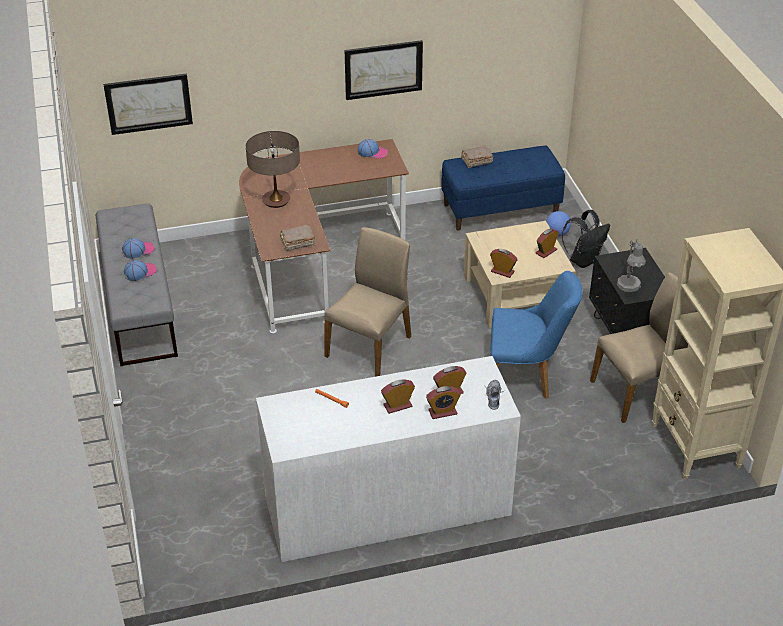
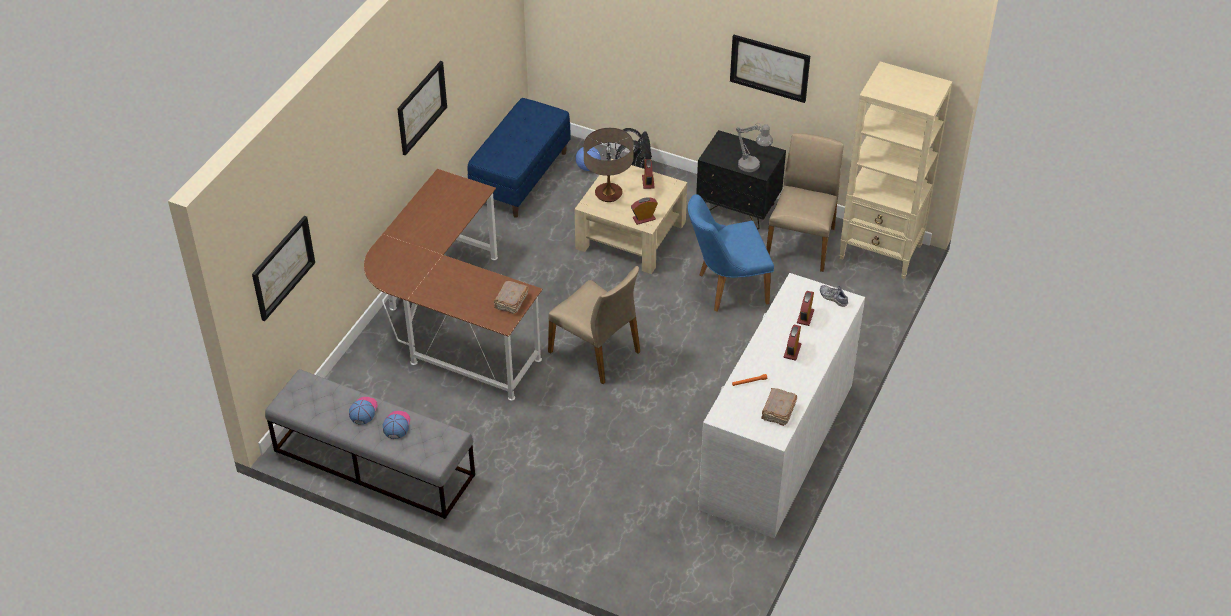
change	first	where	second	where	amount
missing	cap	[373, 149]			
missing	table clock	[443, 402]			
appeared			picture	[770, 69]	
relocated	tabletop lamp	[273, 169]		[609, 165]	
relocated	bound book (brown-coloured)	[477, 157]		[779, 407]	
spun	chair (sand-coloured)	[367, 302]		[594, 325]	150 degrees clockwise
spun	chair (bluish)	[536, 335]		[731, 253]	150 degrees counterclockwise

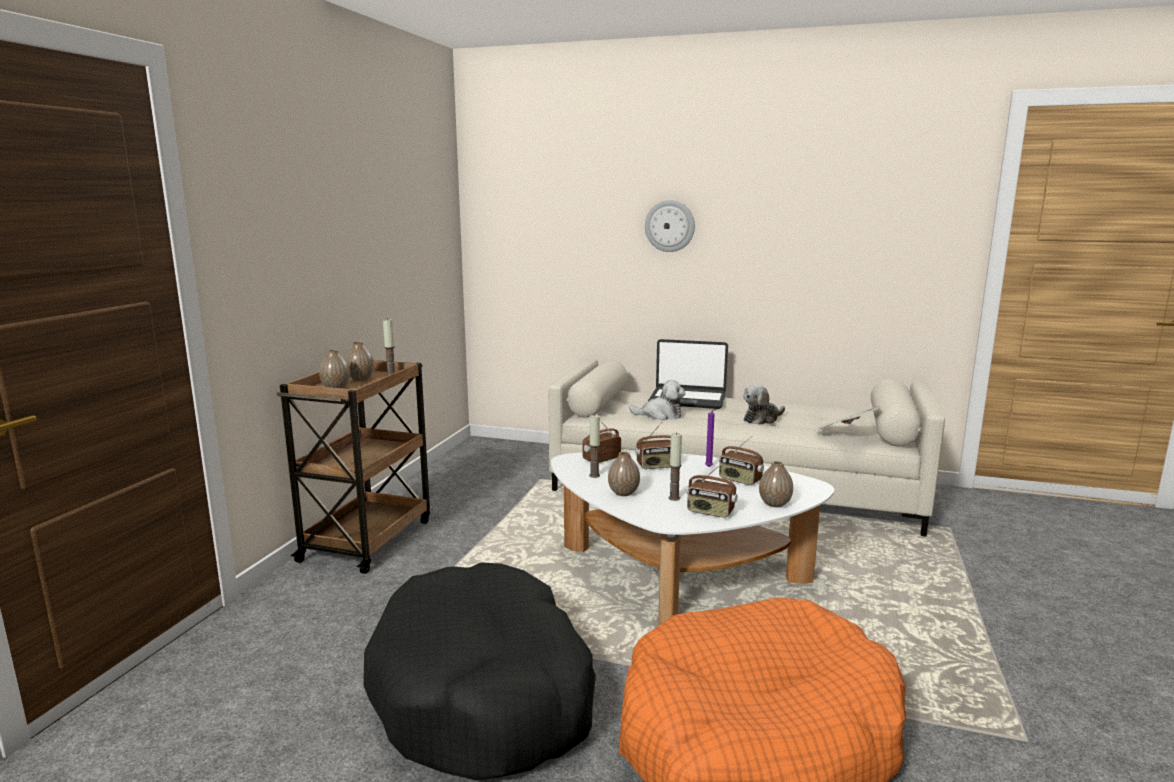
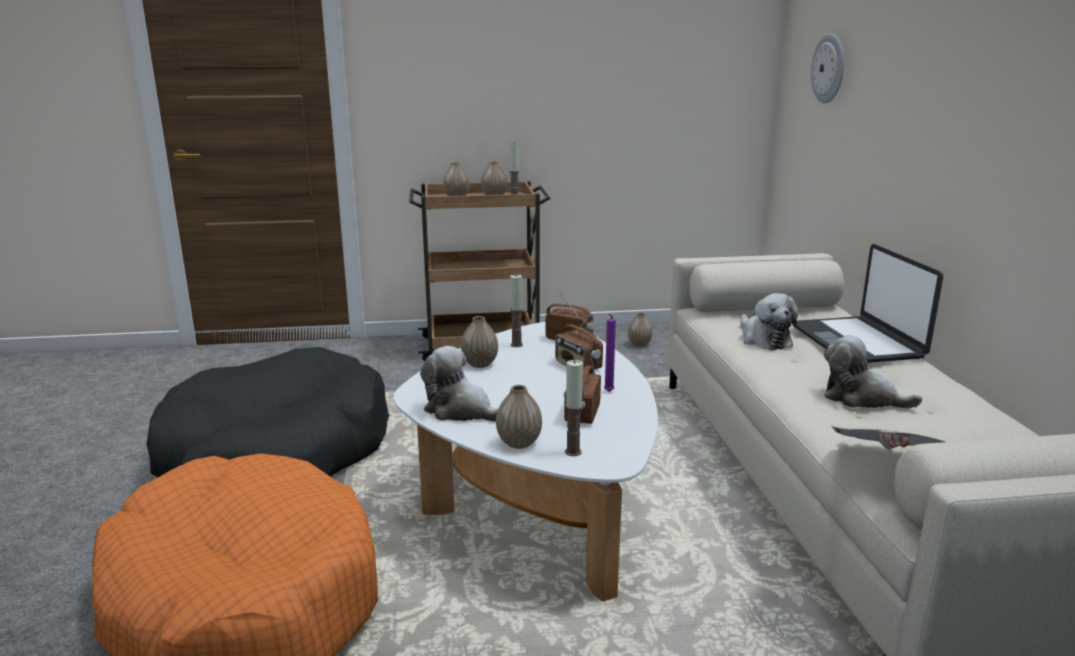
change	first	where	second	where	amount
appeared			flower vase	[640, 329]	
relocated	clock on the wall	[670, 226]		[827, 68]	
relocated	wax candle	[675, 466]		[574, 408]	
exchanged	radio receiver	[712, 490]	soft toy	[459, 384]	

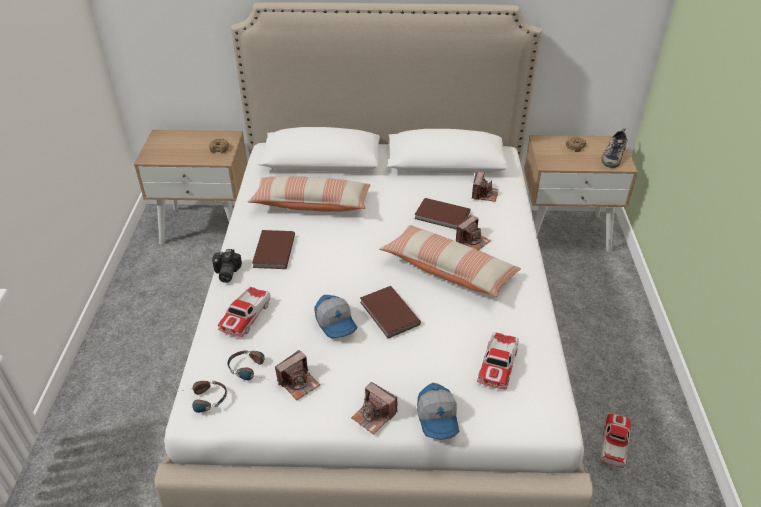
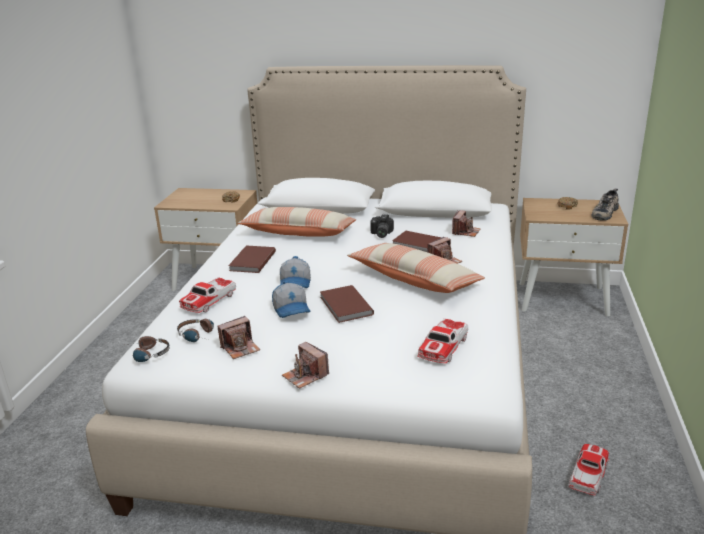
change	first	where	second	where	amount
relocated	photo camera	[227, 266]		[382, 226]	
relocated	cap	[438, 411]		[295, 272]	

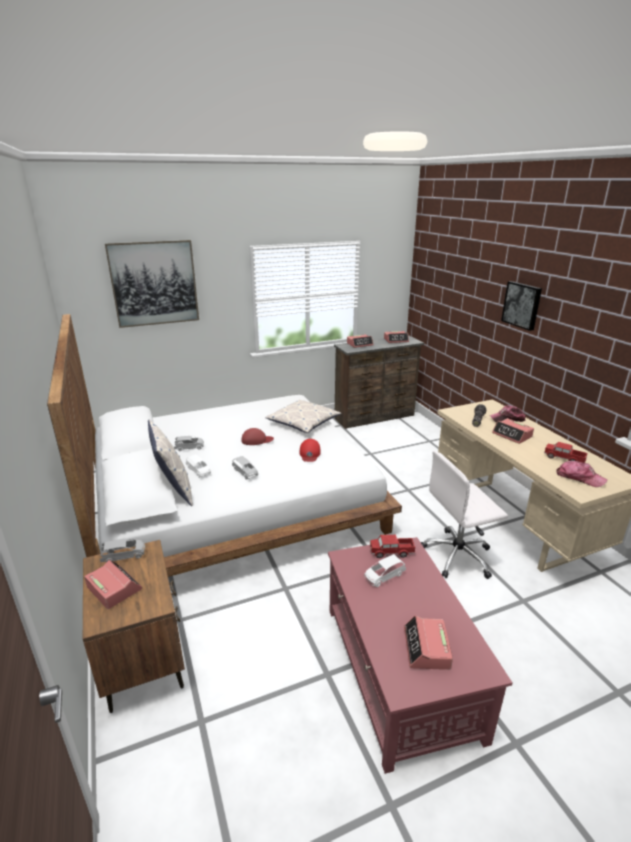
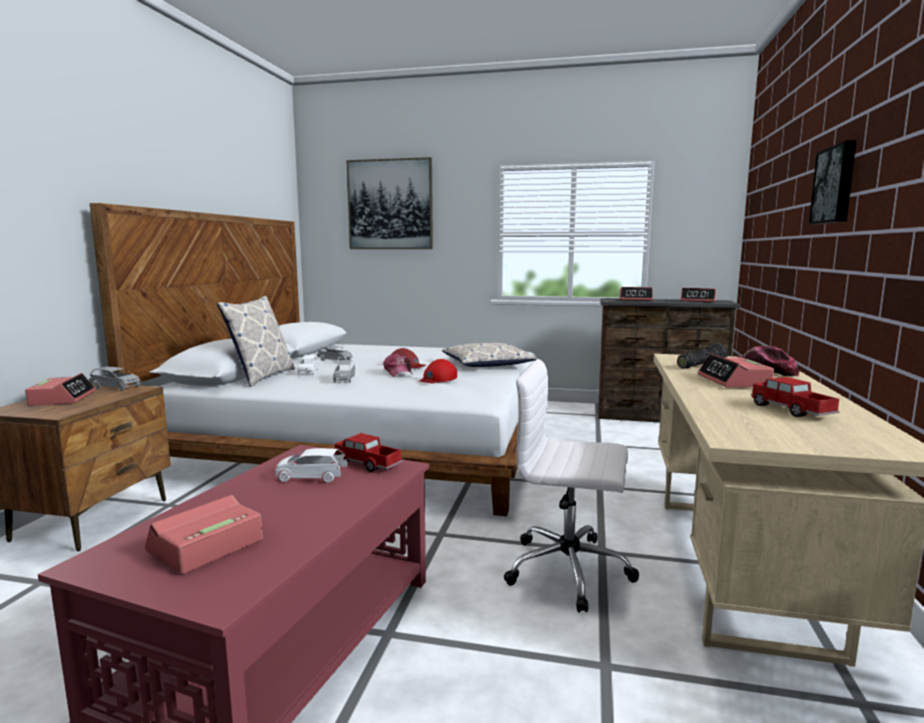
change	first	where	second	where	amount
relocated	cap	[581, 474]		[398, 365]	

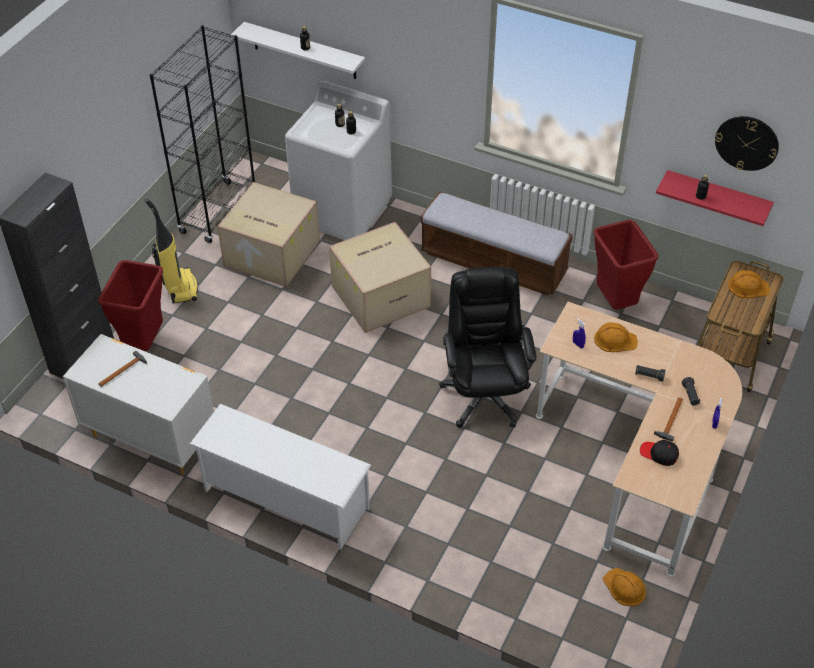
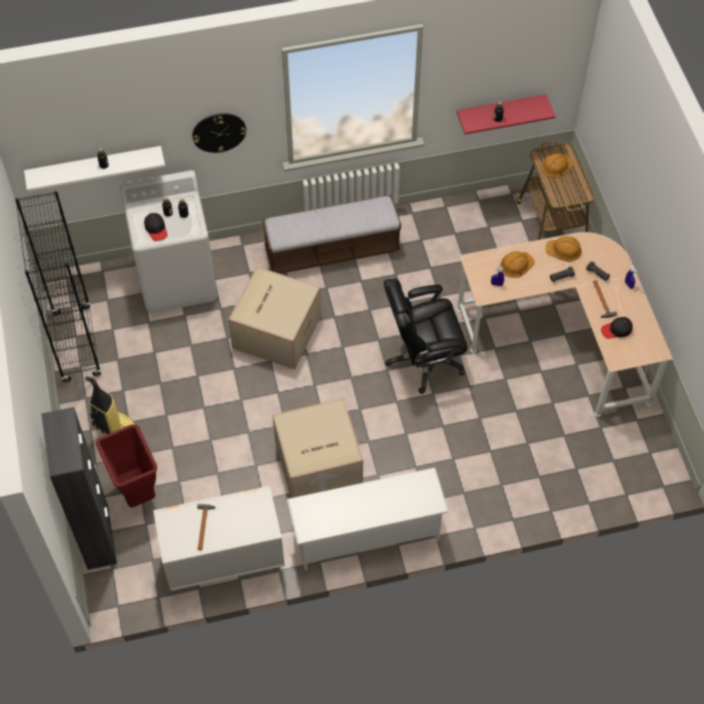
change	first	where	second	where	amount
missing	trash can (red)	[626, 265]			
appeared			cap (blackish)	[155, 227]	
relocated	carton	[268, 234]		[318, 448]	
relocated	hard hat (orange)	[624, 587]		[563, 249]	
relocated	clock on the wall	[747, 143]		[219, 133]	
spun	computer chair (blackish)	[488, 347]		[426, 336]	60 degrees counterclockwise

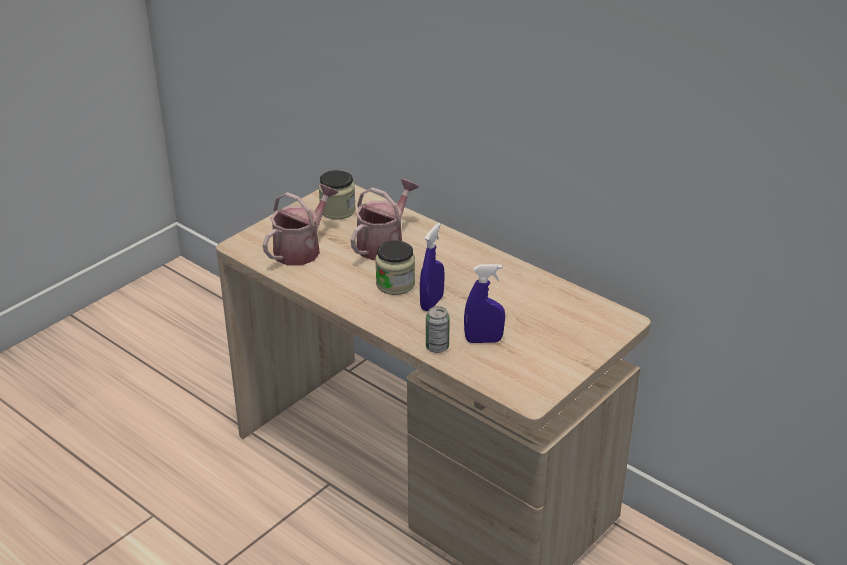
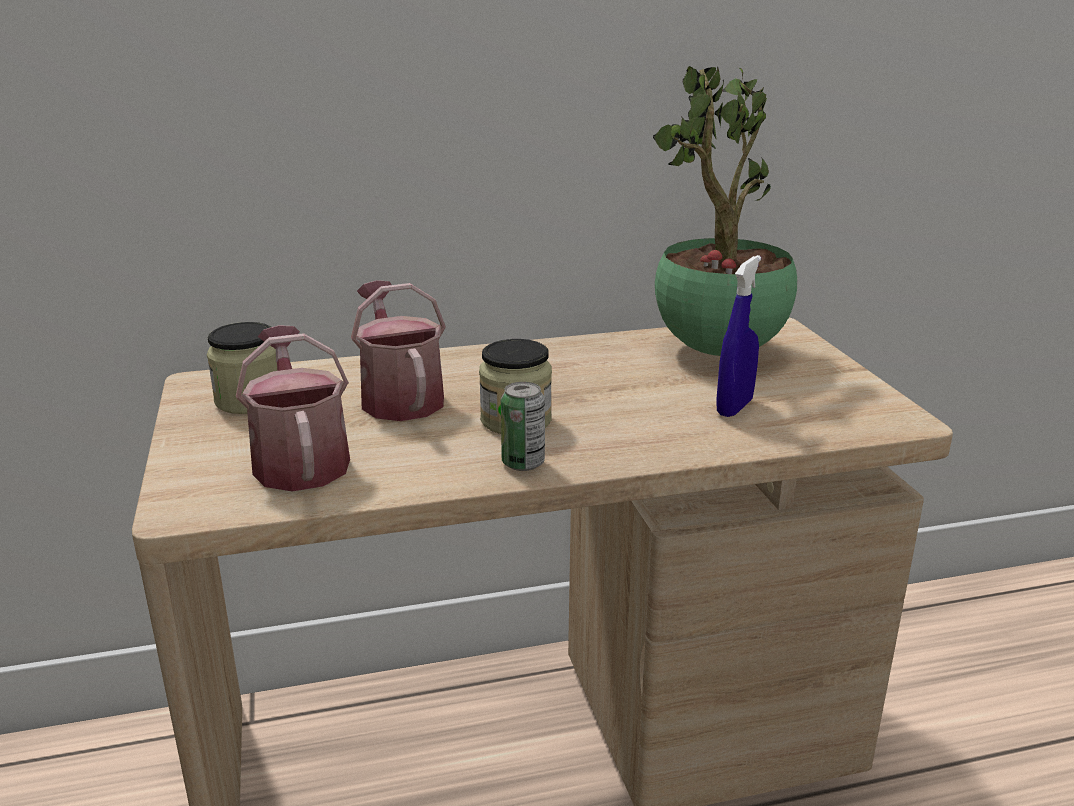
change	first	where	second	where	amount
missing	hand sprayer (bluish)	[432, 267]			
appeared			houseplant	[725, 211]	
relocated	sealed can	[438, 329]		[523, 426]	

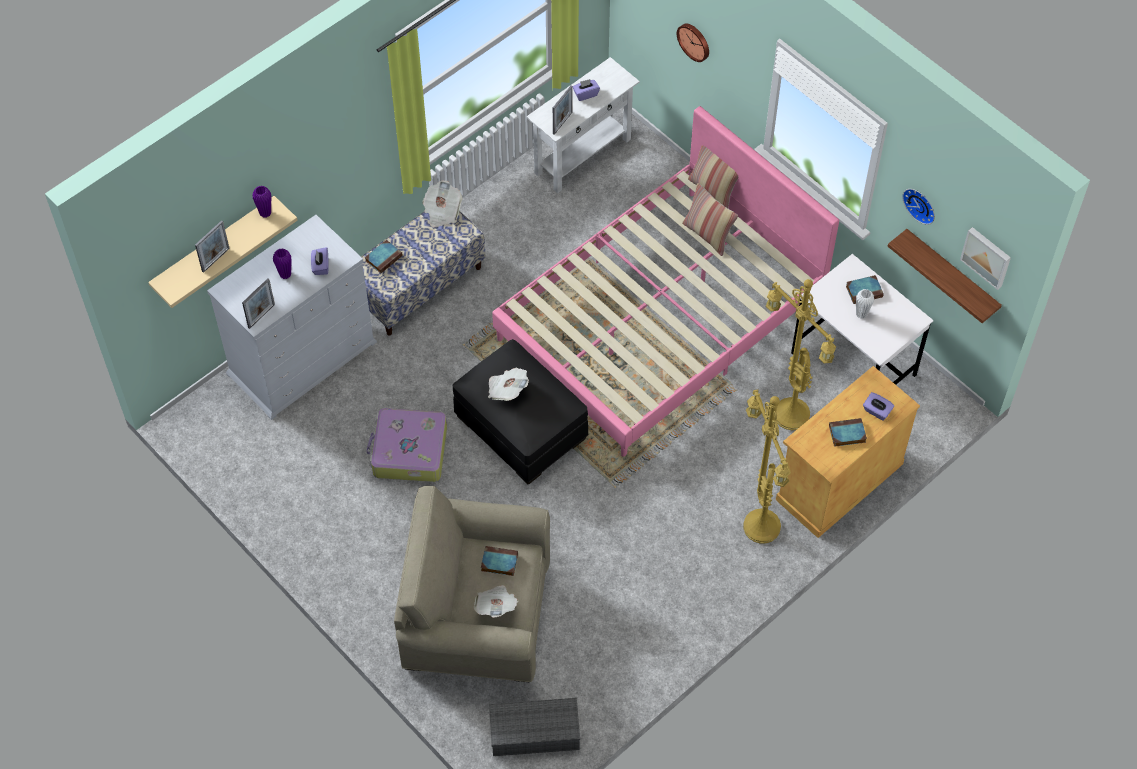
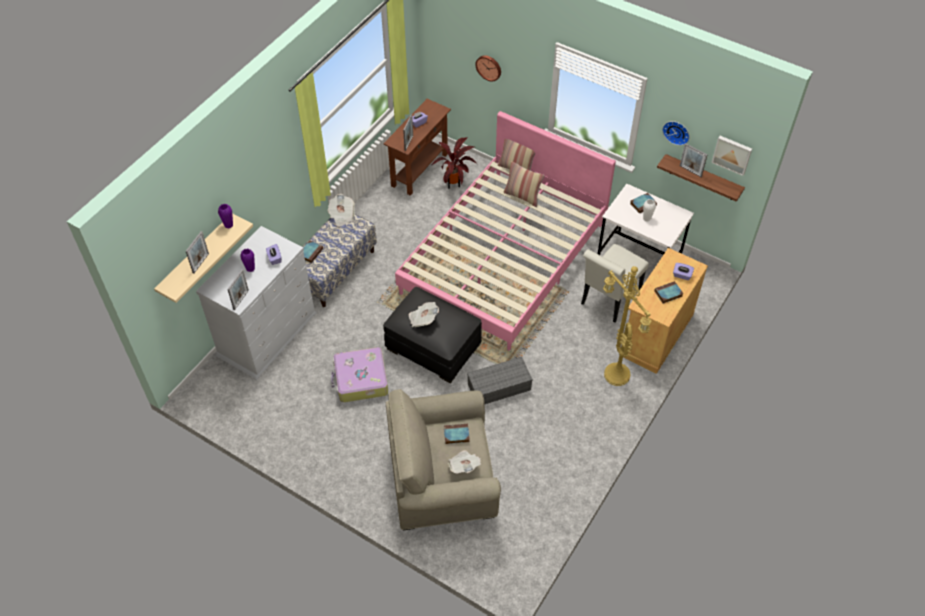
change	first	where	second	where	amount
appeared			houseplant	[454, 163]	
appeared			standing frame	[693, 160]	
relocated	storage container (greyish)	[534, 727]		[500, 380]	
exchanged	standard lamp (yellowish)	[801, 354]	chair (whitish)	[615, 283]	
colour	hall table (whitish)	[583, 125]	hall table (brown-coloured)	[417, 147]	

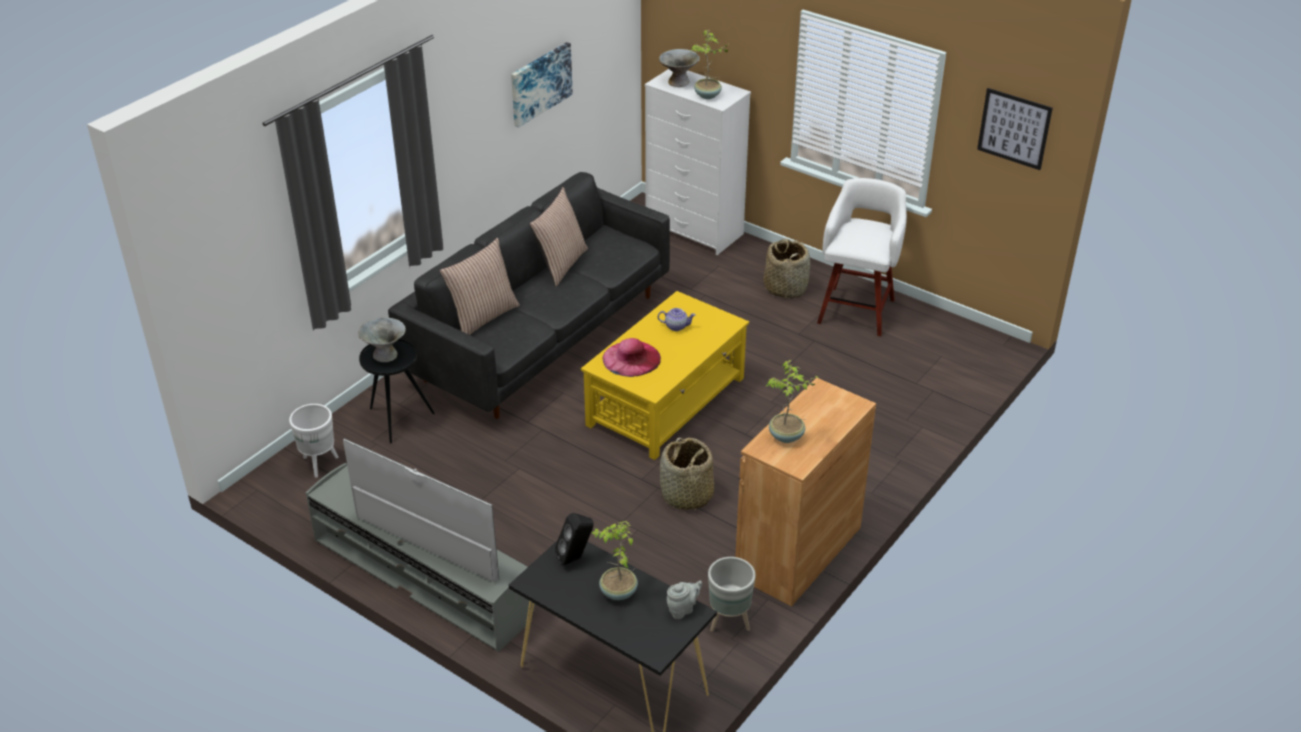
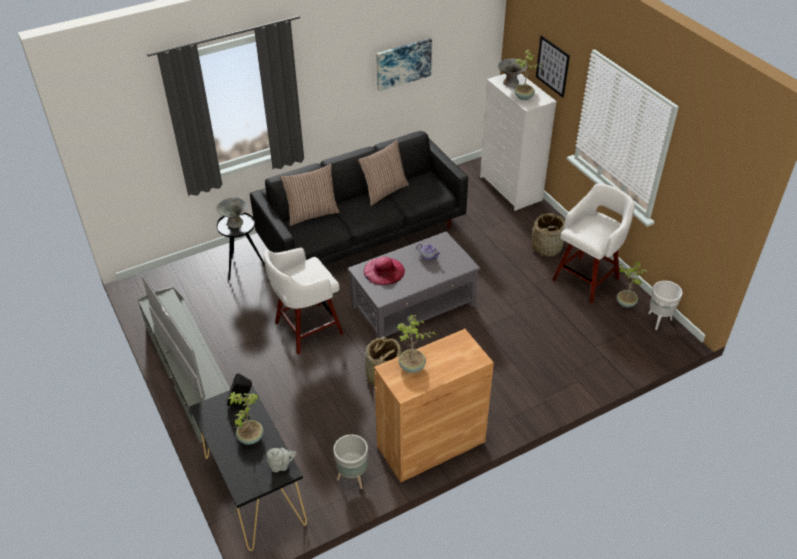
change	first	where	second	where	amount
appeared			stool (whitish)	[304, 301]	
appeared			houseplant	[632, 285]	
relocated	planter (whitish)	[314, 441]		[665, 305]	
relocated	picture	[1015, 129]		[553, 67]	
colour	coffee table (yellowish)	[665, 375]	coffee table (greyish)	[414, 285]	

